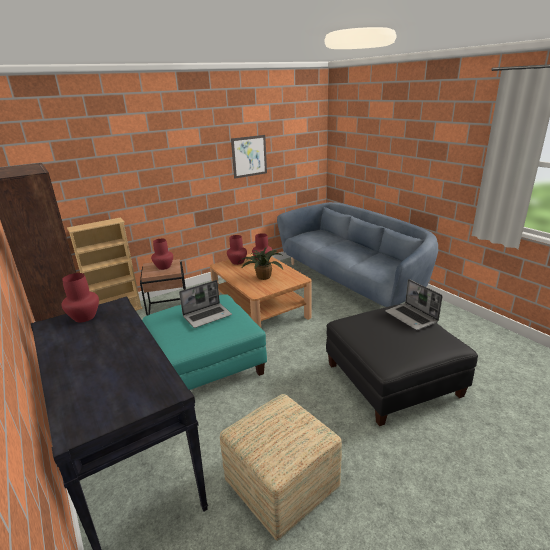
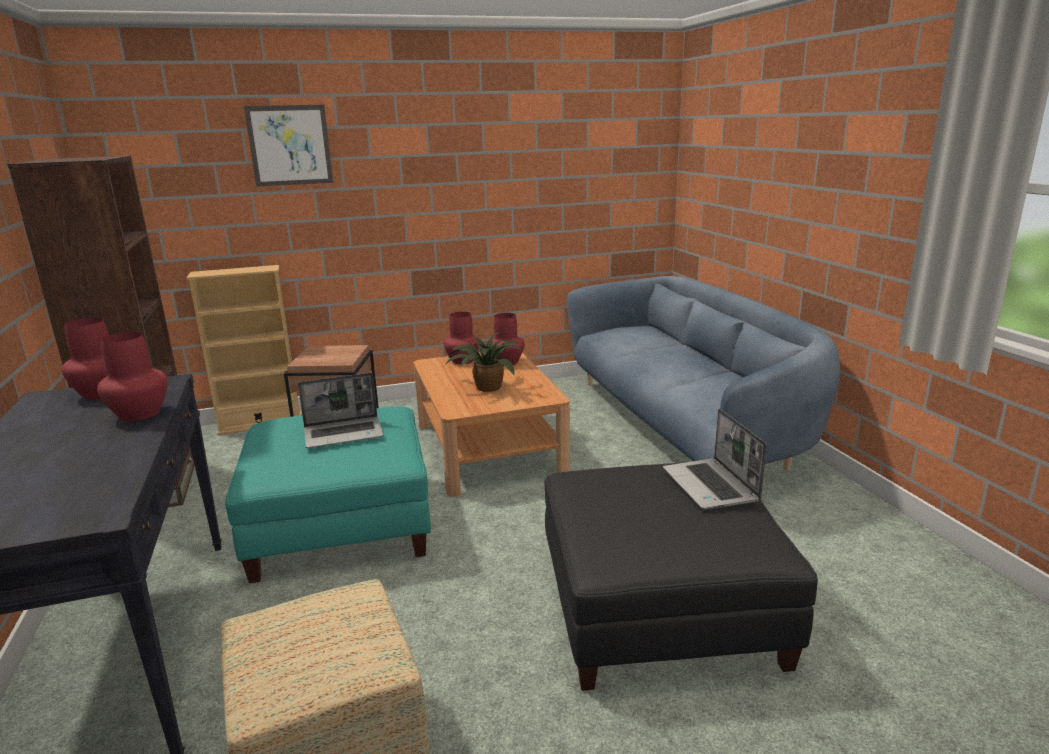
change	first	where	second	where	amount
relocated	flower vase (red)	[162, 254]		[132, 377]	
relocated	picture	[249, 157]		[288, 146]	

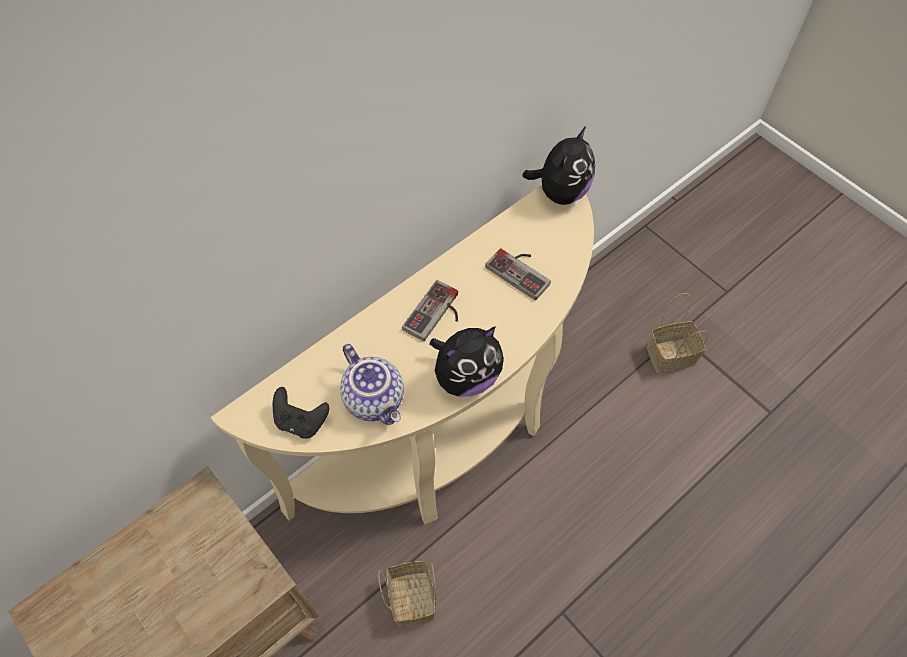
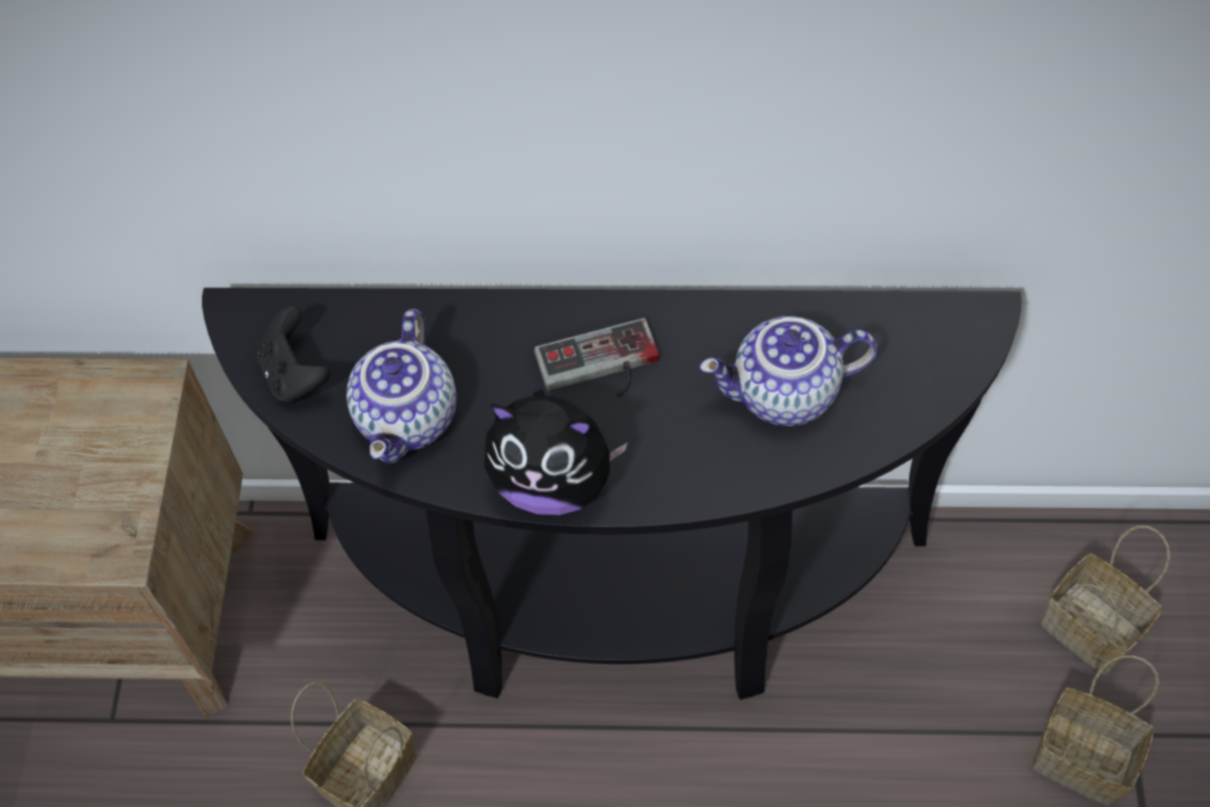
change	first	where	second	where	amount
missing	soft toy	[558, 165]			
appeared			storage basket	[1105, 600]	
exchanged	gamepad	[518, 274]	teapot	[789, 371]	
colour	hall table (sand-coloured)	[402, 354]	hall table (blackish)	[611, 494]	

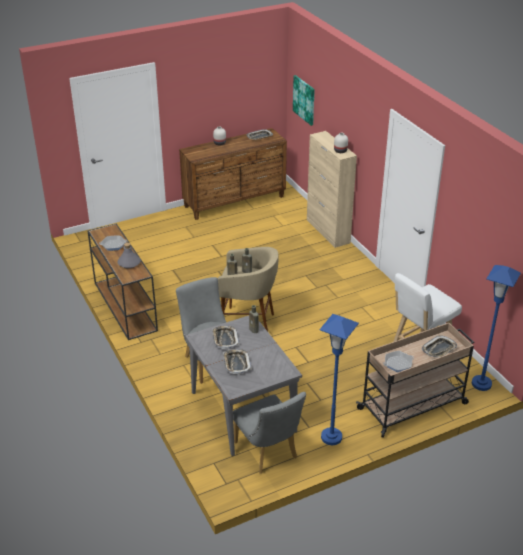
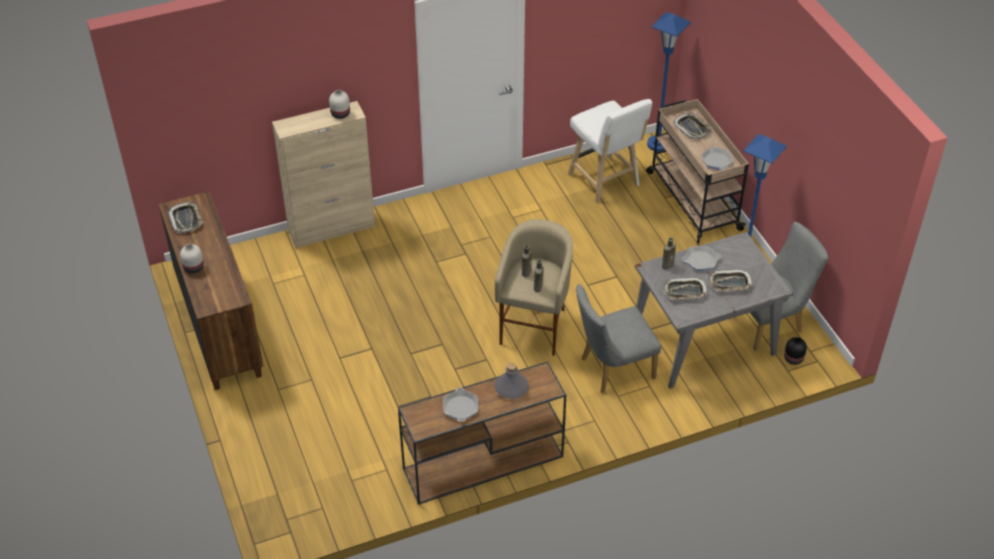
change	first	where	second	where	amount
missing	picture	[304, 100]			
appeared			skillet	[701, 258]	
appeared			flower vase (blackish)	[795, 351]	

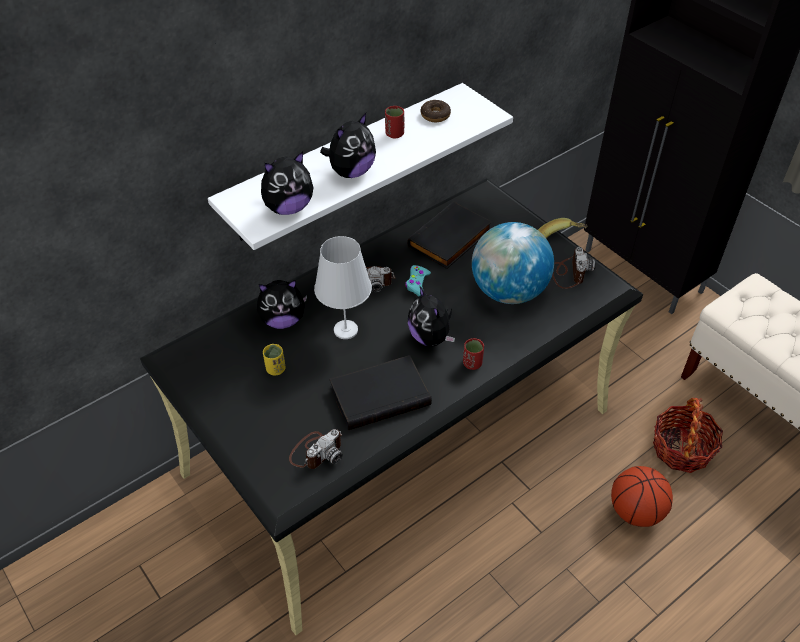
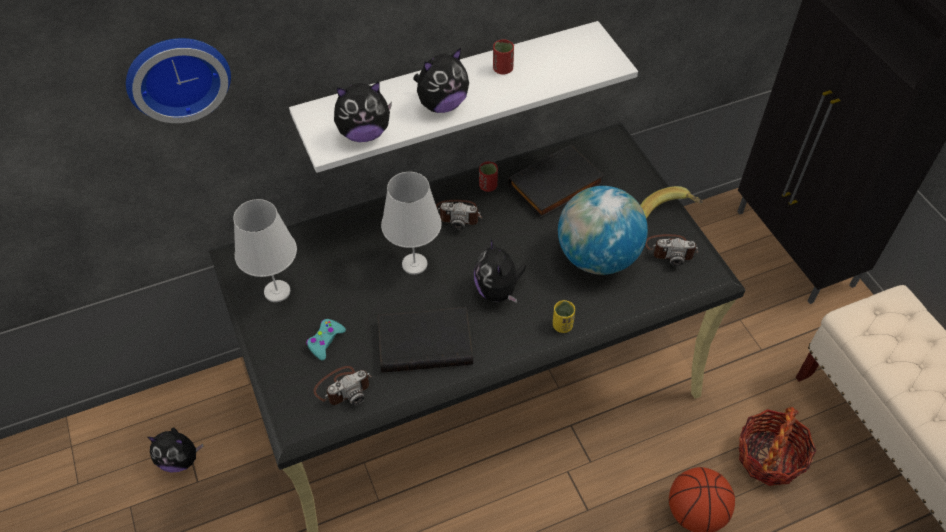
change	first	where	second	where	amount
missing	donut	[436, 111]			
appeared			clock on the wall	[178, 80]	
appeared			tabletop lamp (whitish)	[265, 250]	
relocated	soft toy	[282, 304]		[175, 450]	
relocated	cup (yellowish)	[274, 360]		[564, 316]	
relocated	gamepad (turquoise-coloured)	[418, 280]		[326, 340]	
relocated	cup (red)	[473, 354]		[488, 176]	
spun	photo camera	[574, 268]		[672, 250]	75 degrees clockwise

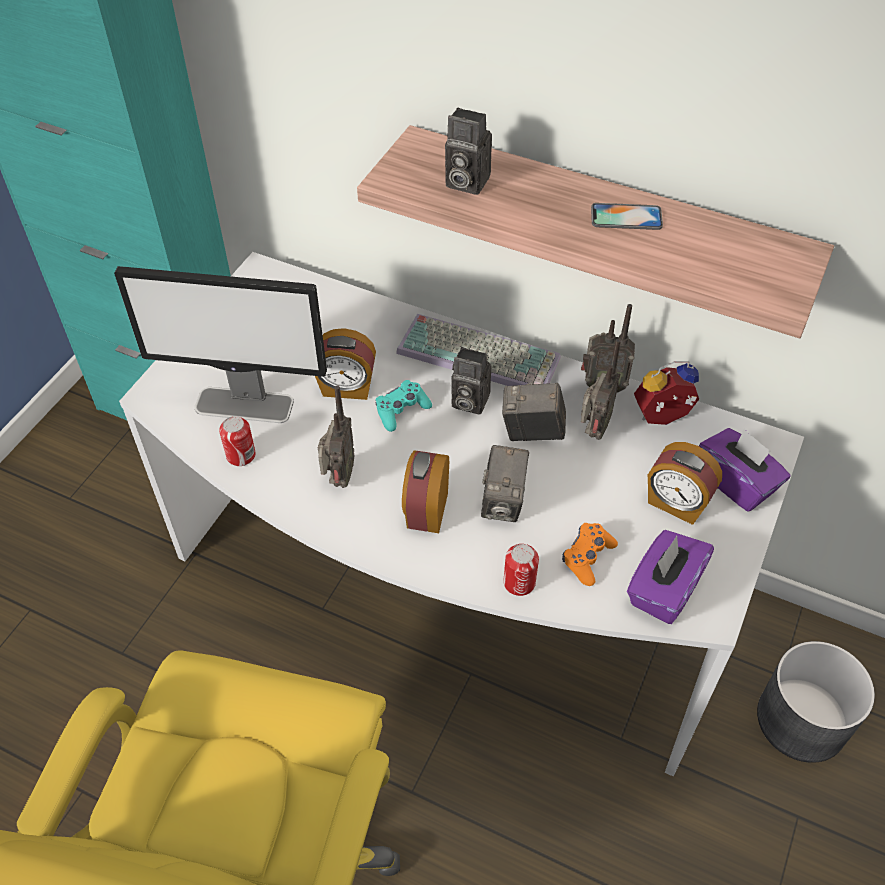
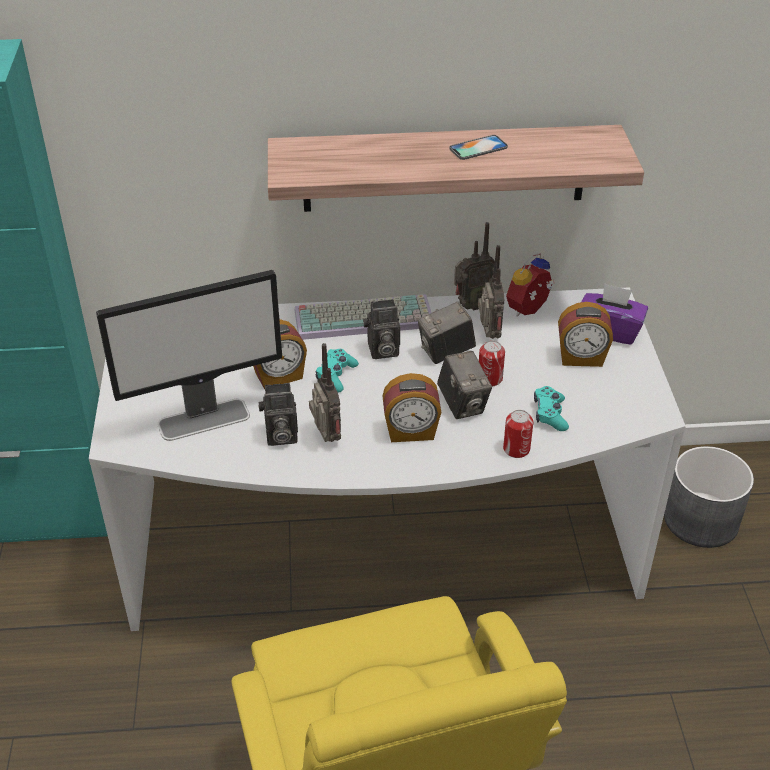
change	first	where	second	where	amount
missing	box of tissues (purple)	[670, 577]			
relocated	sealed can	[237, 441]		[492, 363]	
relocated	photo camera	[468, 151]		[278, 414]	
colour	gamepad (orange)	[590, 554]	gamepad (turquoise-coloured)	[551, 408]	
spun	table clock	[425, 491]		[412, 407]	75 degrees counterclockwise

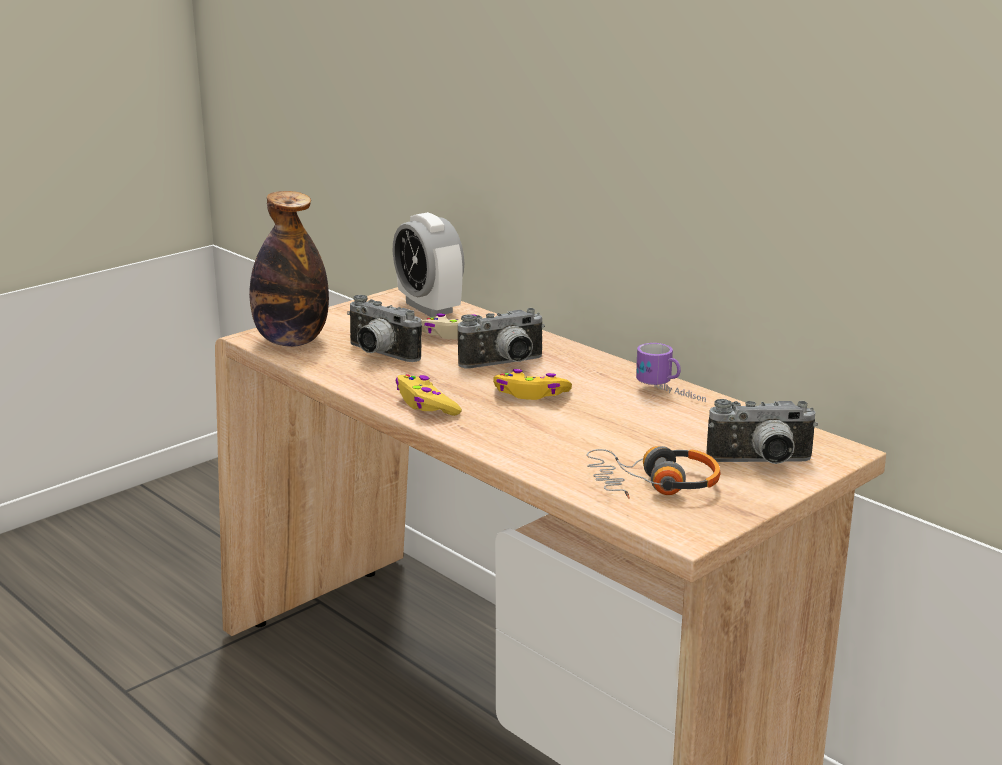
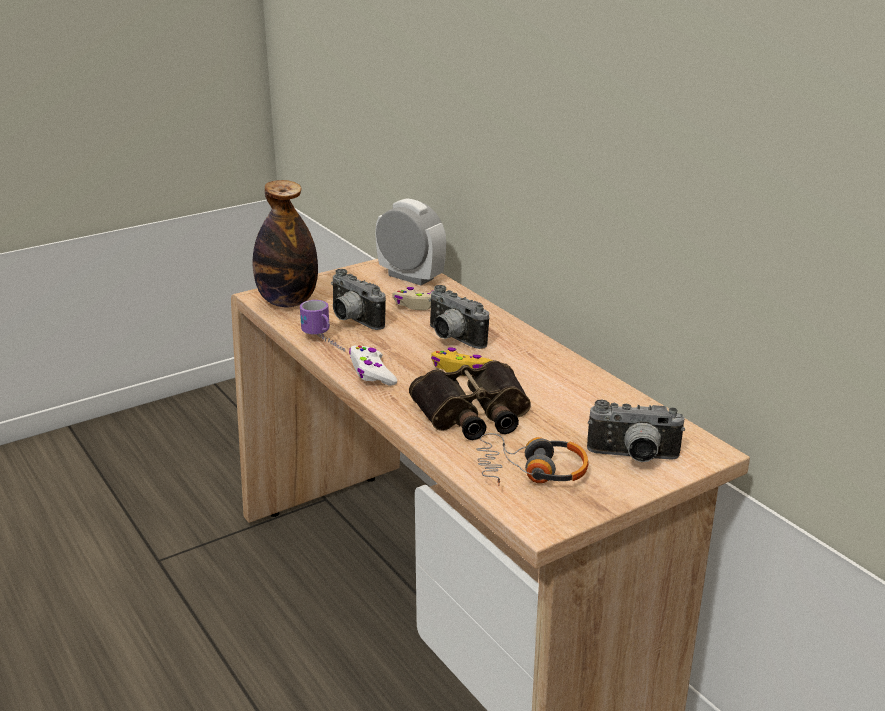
change	first	where	second	where	amount
appeared			pair of binoculars	[470, 400]	
relocated	mug	[671, 372]		[322, 326]	
colour	gamepad (yellowish)	[429, 395]	gamepad (whitish)	[373, 366]	
spun	table clock	[428, 264]		[410, 241]	150 degrees clockwise
spun	photo camera	[501, 338]		[459, 317]	60 degrees clockwise

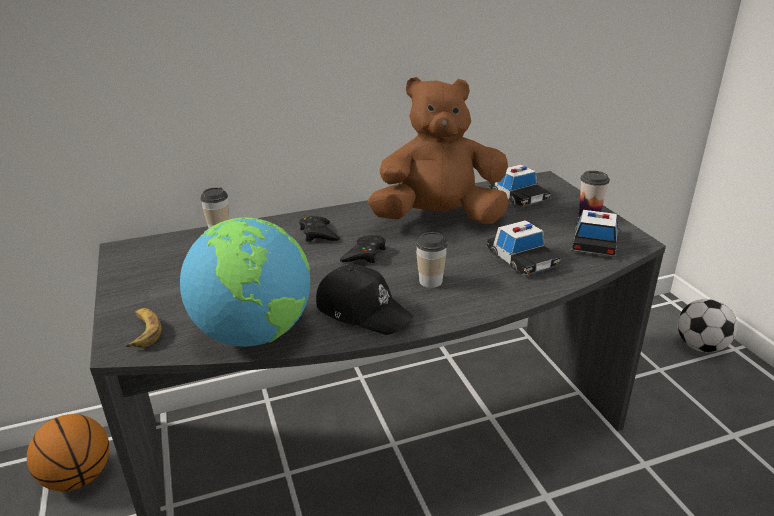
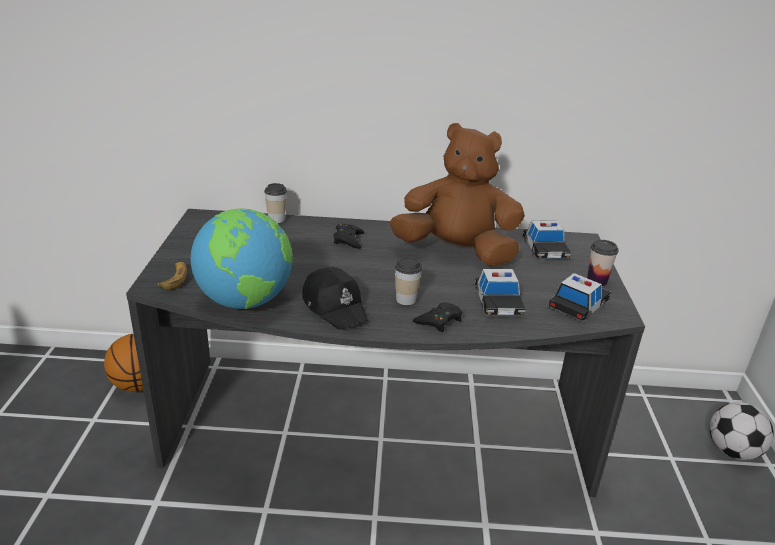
change	first	where	second	where	amount
relocated	gamepad (blackish)	[363, 249]		[437, 317]	

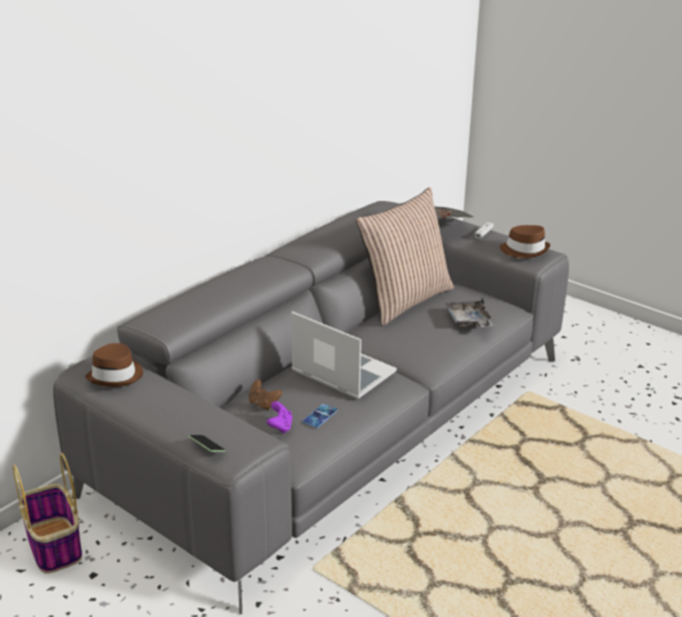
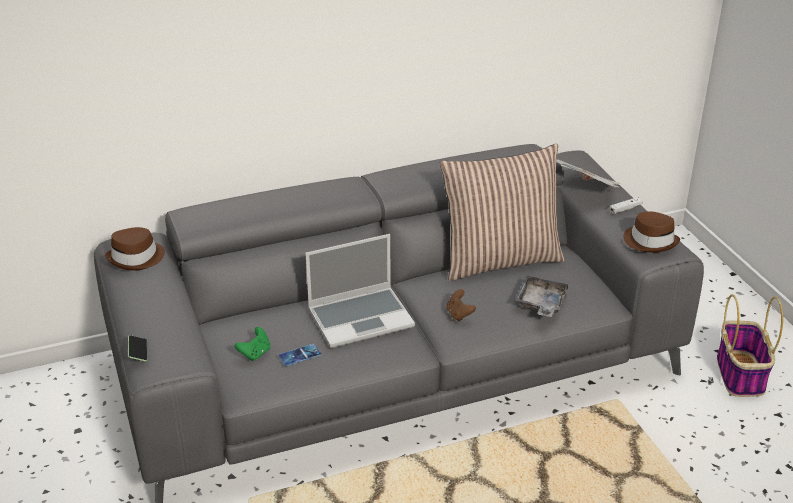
change	first	where	second	where	amount
relocated	storage basket	[47, 513]		[750, 345]	
relocated	gamepad (brown-coloured)	[265, 395]		[461, 305]	
colour	gamepad (purple)	[280, 417]	gamepad (greenish)	[252, 344]	
spun	notebook computer	[344, 355]		[360, 291]	90 degrees clockwise

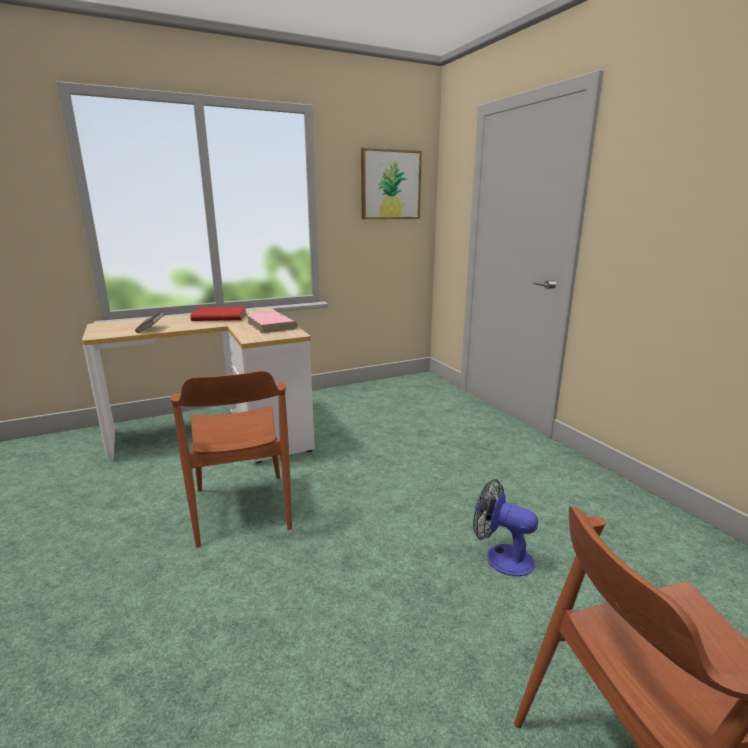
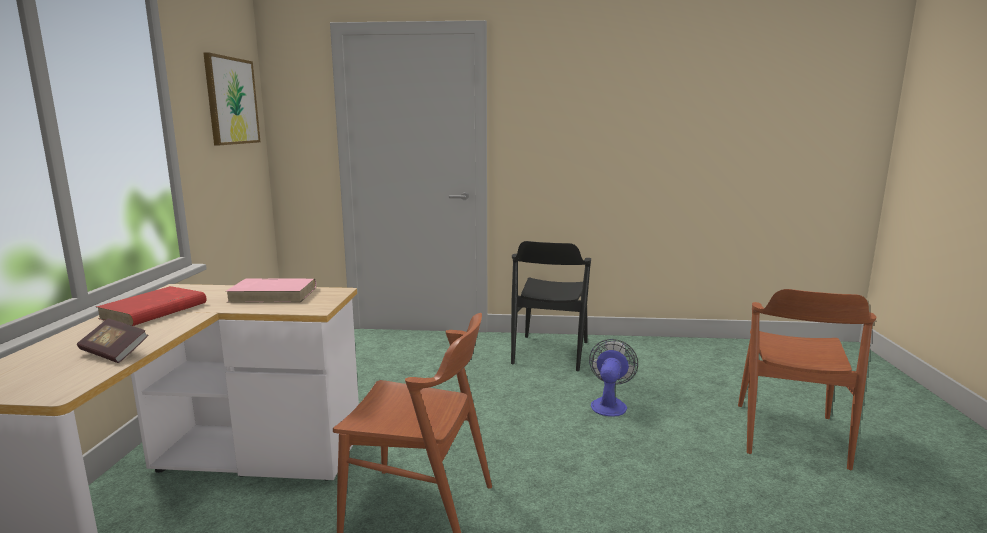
change	first	where	second	where	amount
appeared			chair (blackish)	[551, 306]	
spun	fan	[505, 527]		[613, 378]	135 degrees clockwise

